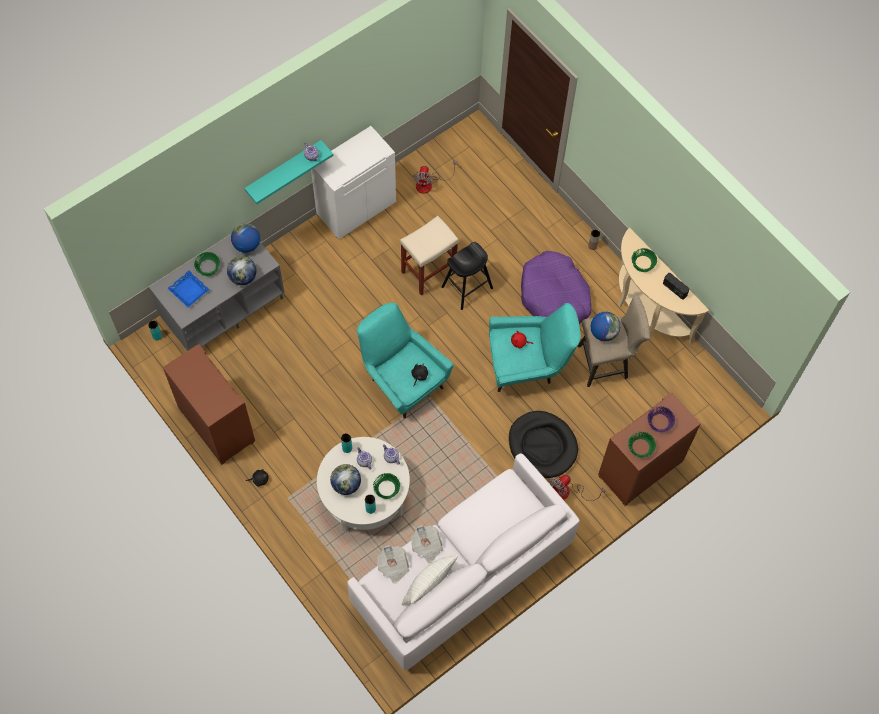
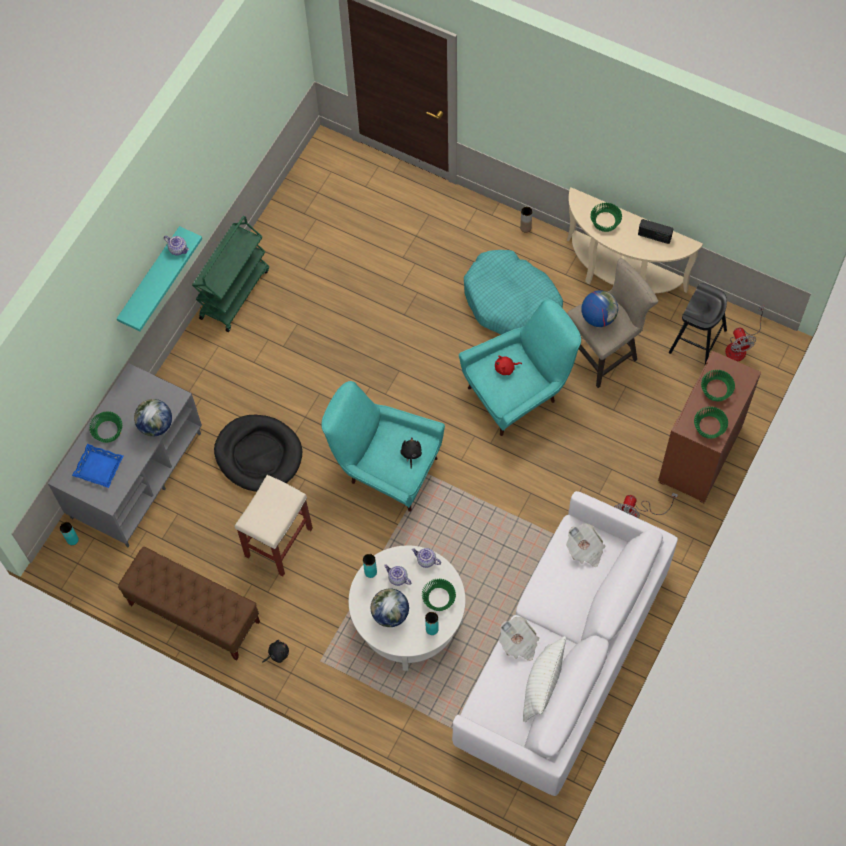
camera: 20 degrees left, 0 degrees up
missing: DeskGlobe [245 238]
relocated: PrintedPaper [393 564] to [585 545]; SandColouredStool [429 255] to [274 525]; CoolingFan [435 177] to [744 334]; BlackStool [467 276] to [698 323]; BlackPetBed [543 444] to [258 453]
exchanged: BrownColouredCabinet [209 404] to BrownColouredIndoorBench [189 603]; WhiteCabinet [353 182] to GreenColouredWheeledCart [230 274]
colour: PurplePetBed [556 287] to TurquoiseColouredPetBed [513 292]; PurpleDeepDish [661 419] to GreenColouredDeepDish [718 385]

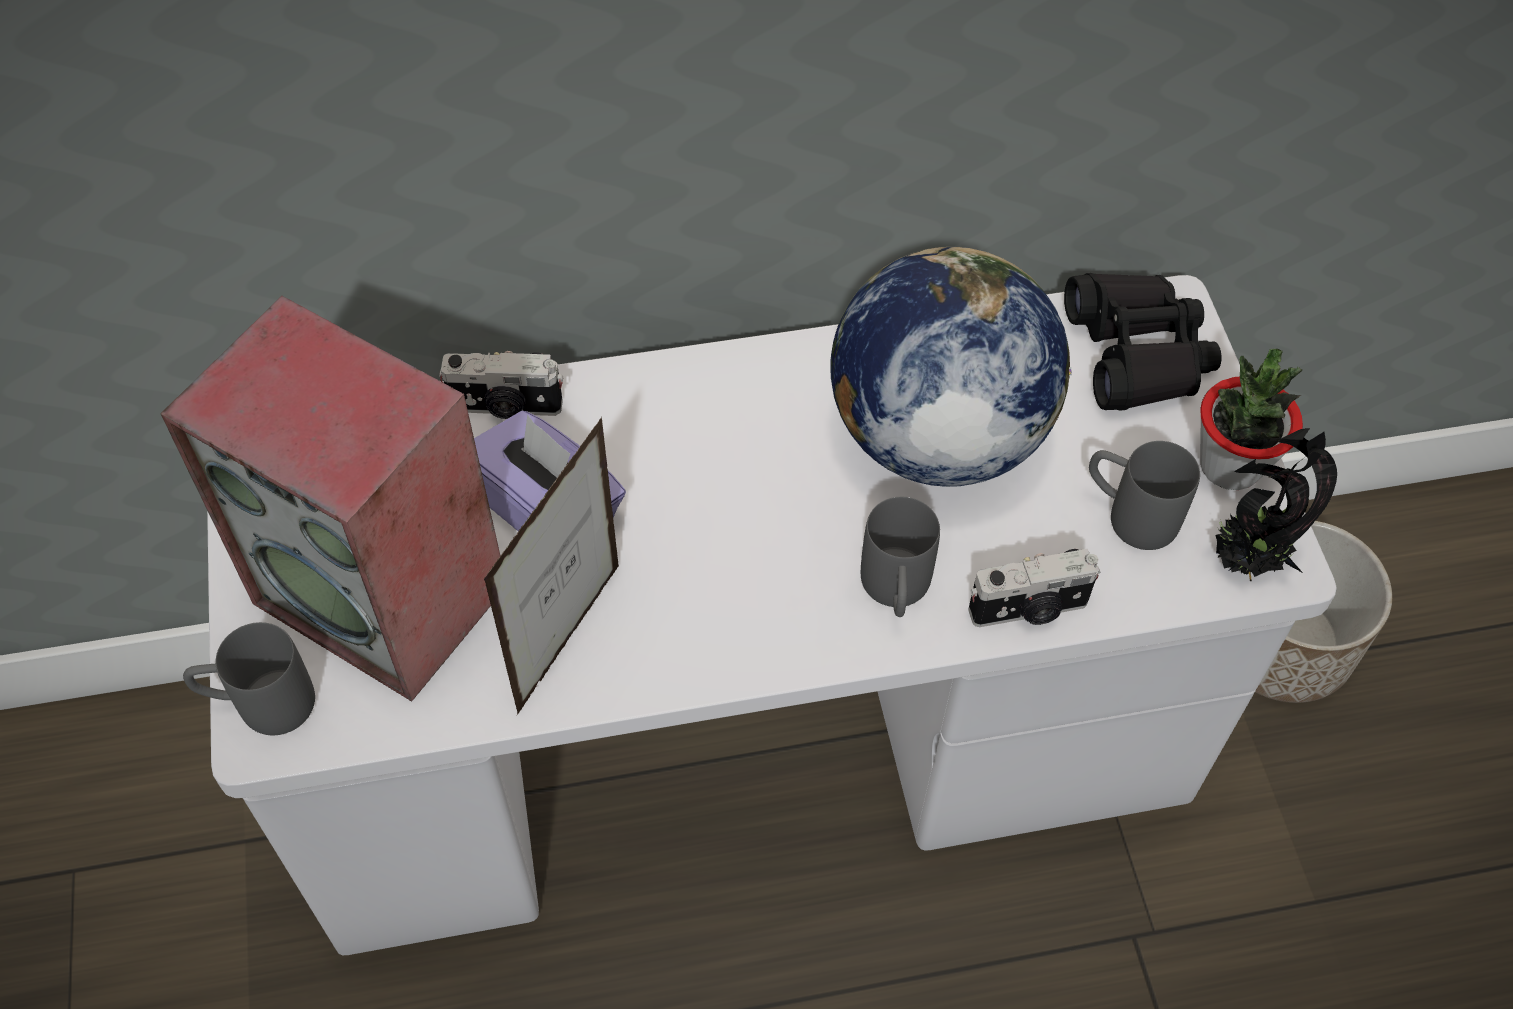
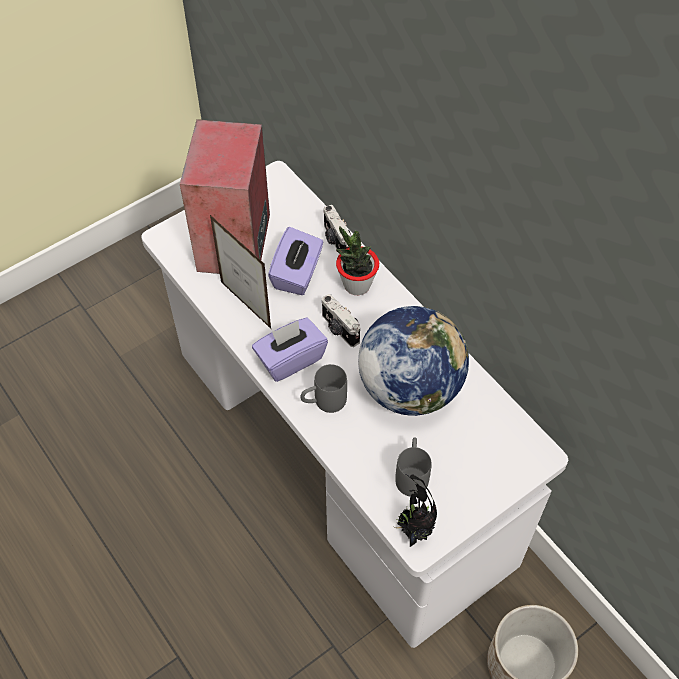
camera: 65 degrees right, 0 degrees up
missing: GreyTeaMug [249 678]; BlackPairOfBinoculars [1143 342]
appeared: PurpleBoxOfTissues [290 350]
relocated: StillCamera [1034 588] to [341 320]; PlantInAPot [1251 419] to [357 260]
spun: PictureFrame [551 566] = [241 272] 135 degrees counterclockwise

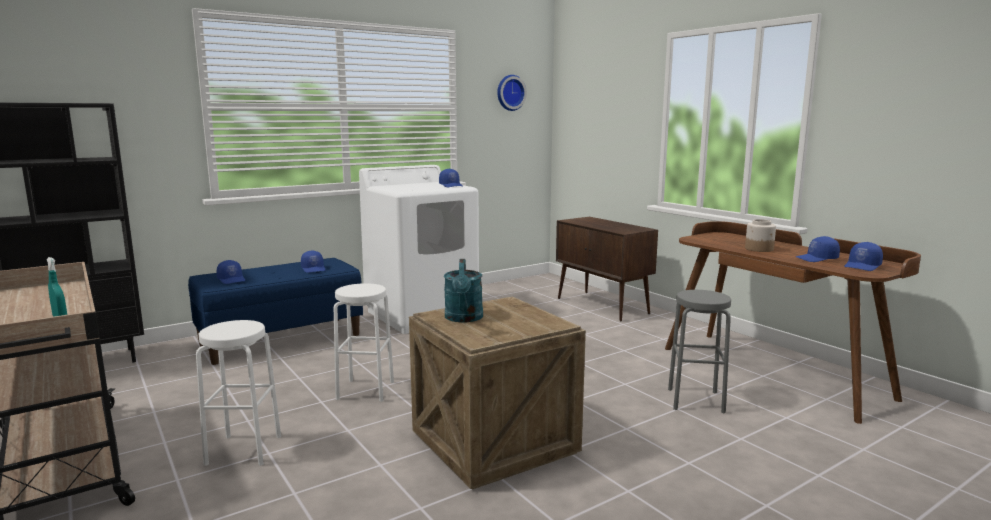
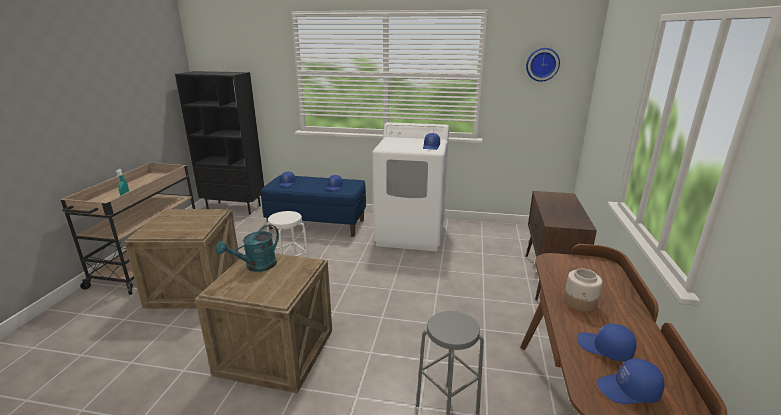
camera: 45 degrees right, 10 degrees up
exchanged: WhiteStool [238 393] to ShippingCrate [182 259]

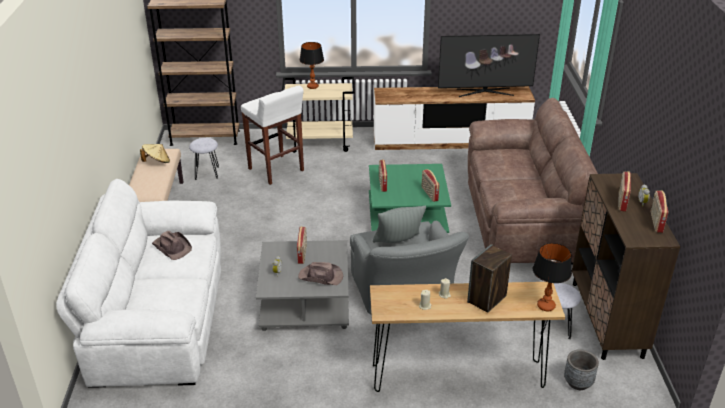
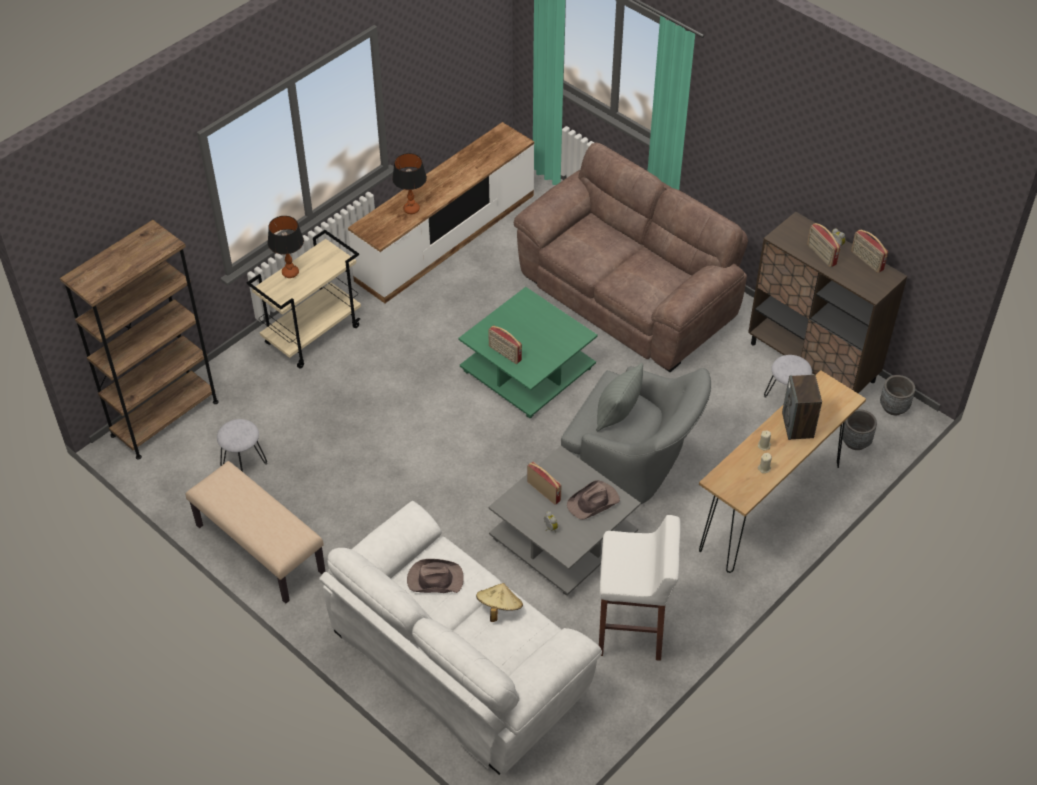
camera: 45 degrees left, 15 degrees up
missing: Radio [430 185]; TvSet [489 65]
appeared: GreyPlanter [897 395]
relocated: SandColouredHat [155 153] to [499 602]; WhiteStool [272 135] to [640 588]; TabletopLamp [552 277] to [409 183]

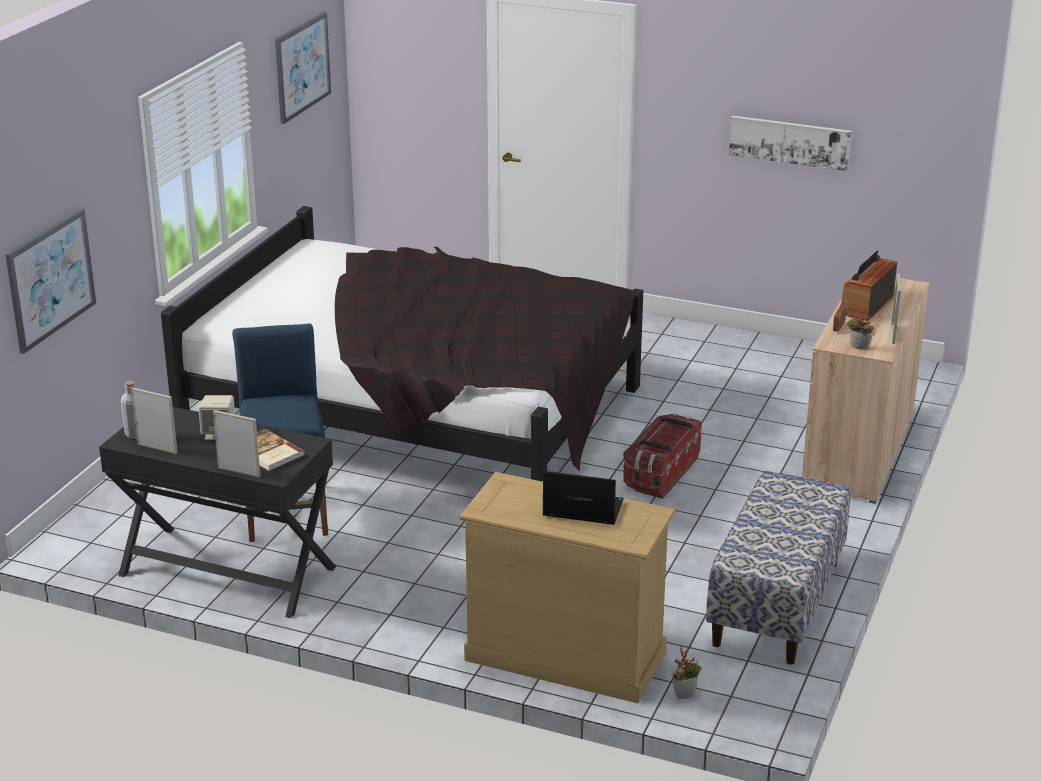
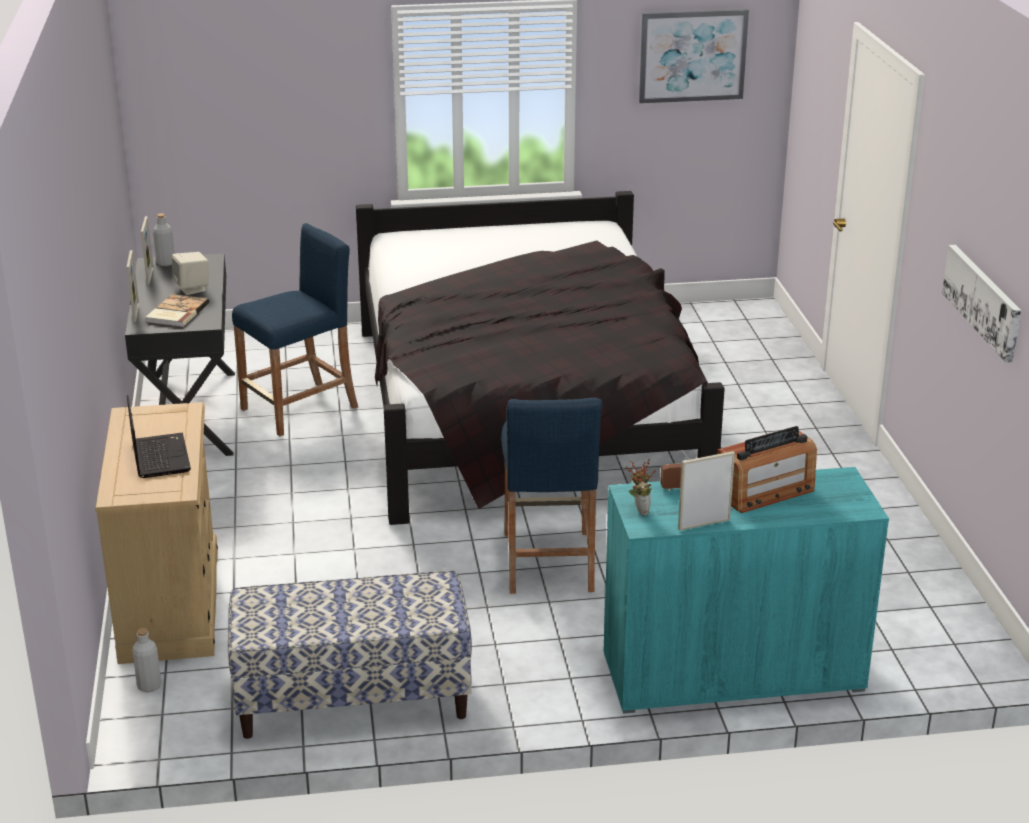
camera: 60 degrees right, 0 degrees up
missing: WallPicture [50 281]
exchanged: StorageBox [662 456] to BlueStool [551 496]; PlantInAPot [686 672] to GreyBottle [146 660]
colour: SandColouredCabinet [865 388] to TurquoiseColouredCabinet [746 590]
spun: Radio [869 285] = [767 469] 150 degrees clockwise

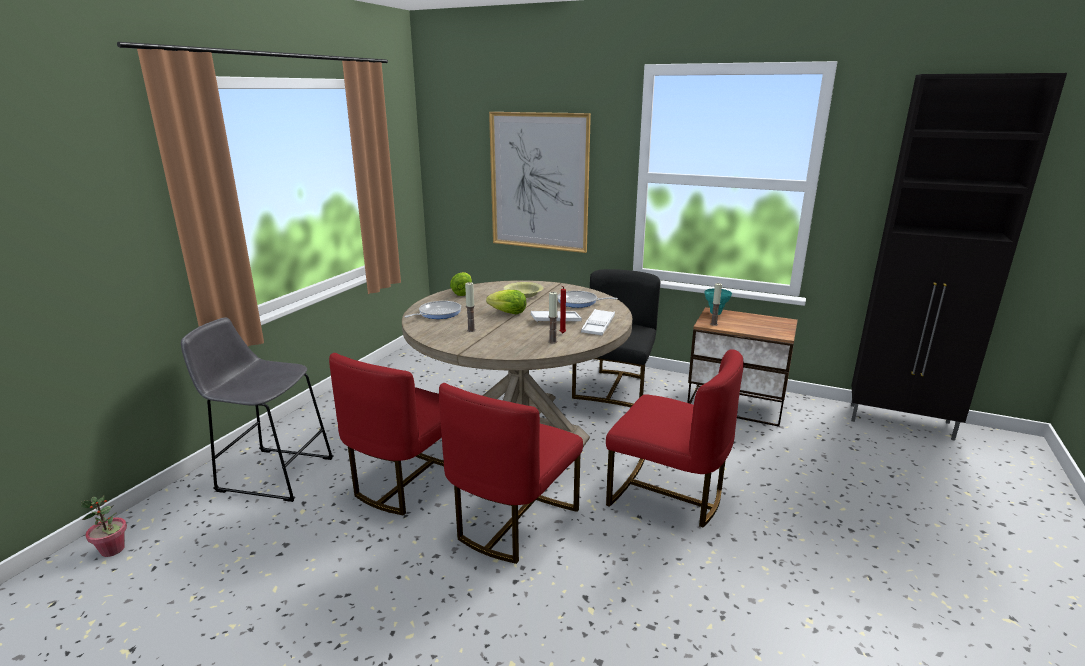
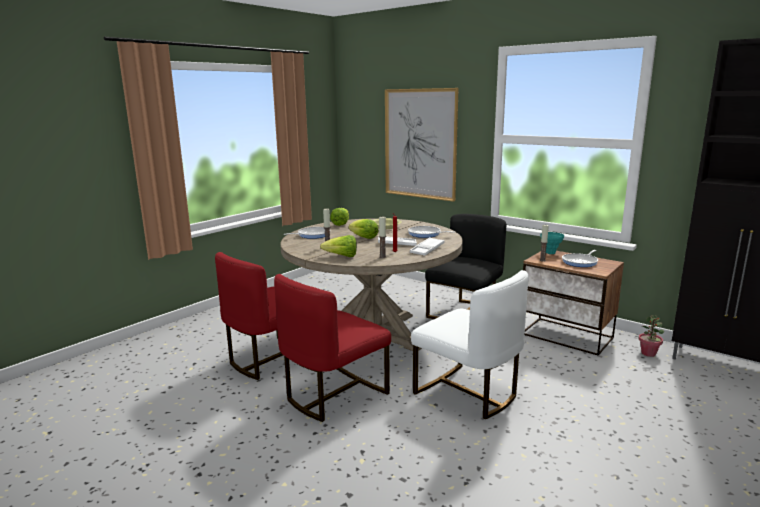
camera: 15 degrees right, 5 degrees down
missing: GreyStool [257 409]
appeared: HeadOfLettuce [338 246]; Pan [580 258]
relocated: PlantInAPot [104 526] to [651 336]
colour: RedColouredChair [674 438] to WhiteChair [470 344]

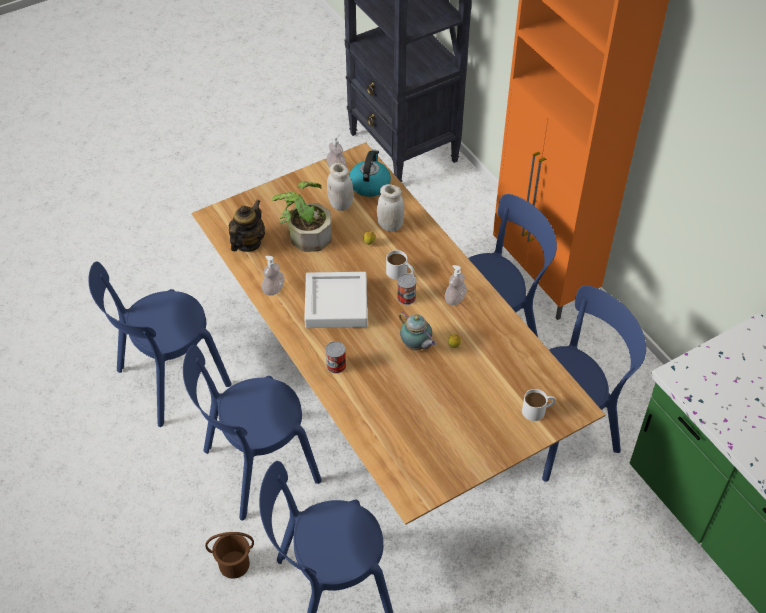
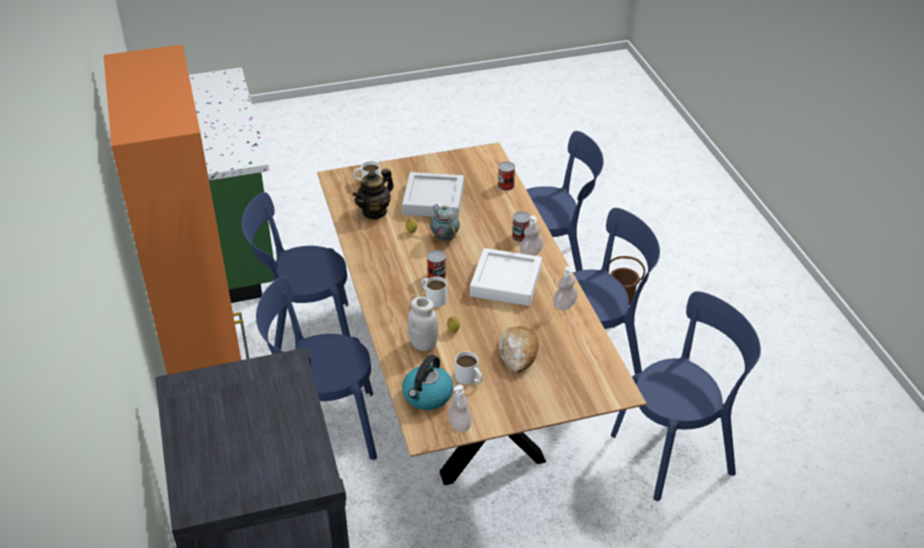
camera: 165 degrees left, 10 degrees down
appeared: GreyServingTray [433 195]; Can [506 176]
relocated: Teapot [247 226] to [373 194]; LiquidSoapBottle [456 285] to [531 235]
exchanged: PlantInAPot [302 216] to Bread [519 350]; WhiteStorageJar [340 187] to WhiteTeaMug [468 367]

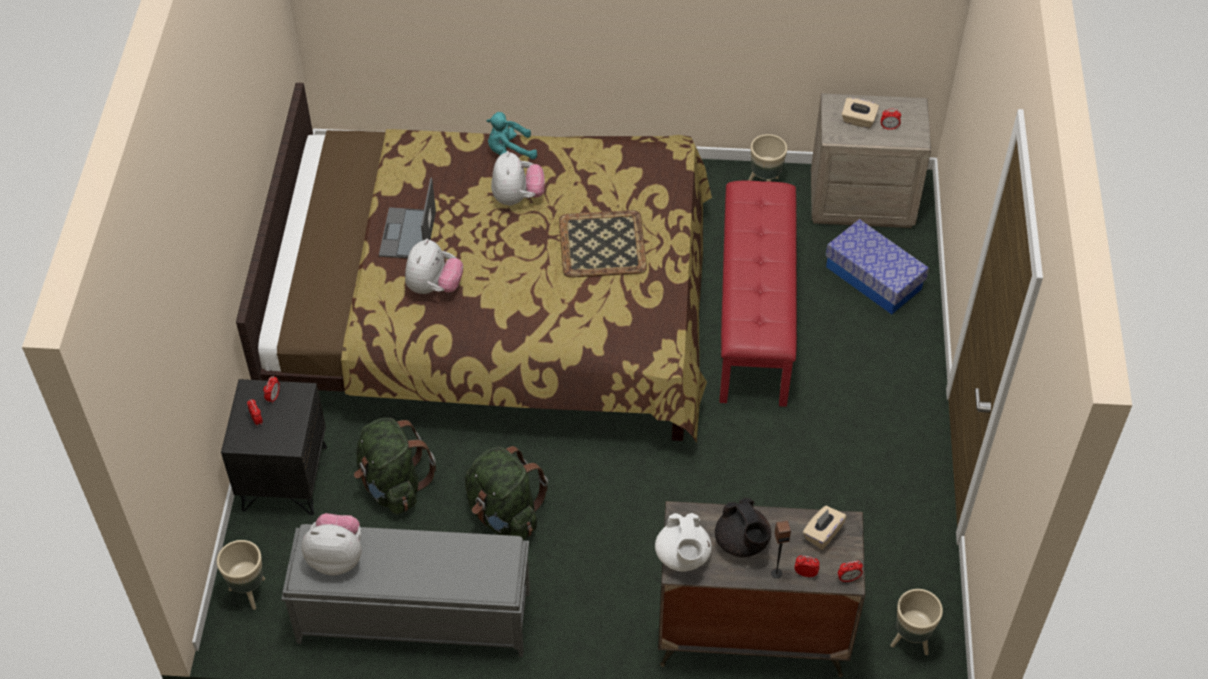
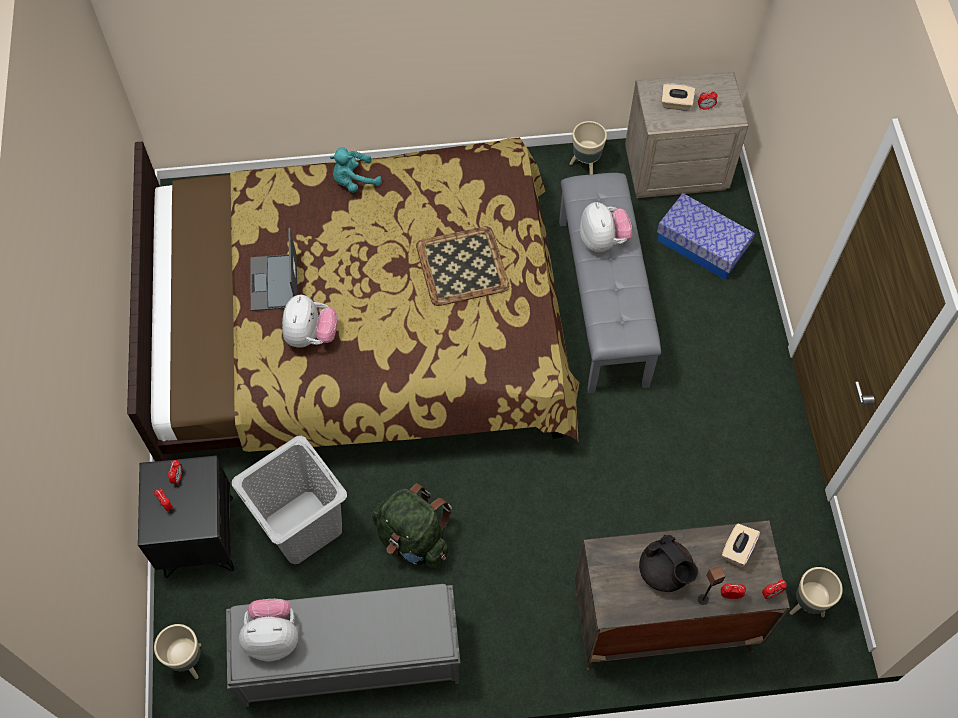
camera: 10 degrees left, 10 degrees up
missing: WhiteTeapot [683 542]
relocated: SoftToy [518 178] to [606 227]
exchanged: GreenColouredBackpack [395 466] to GreyLaundryBasket [289 500]
colour: RedColouredIndoorBench [758 294] to GreyIndoorBench [610 283]

